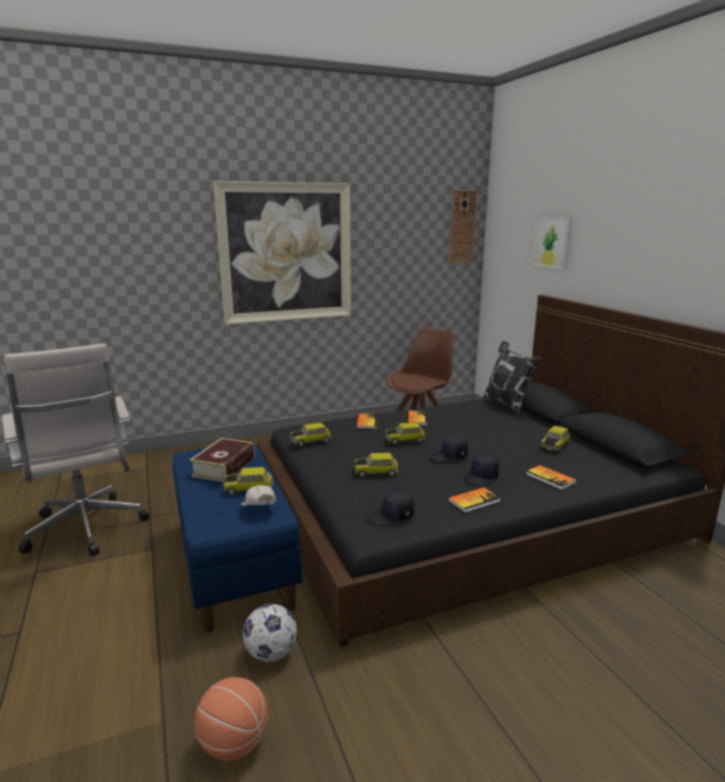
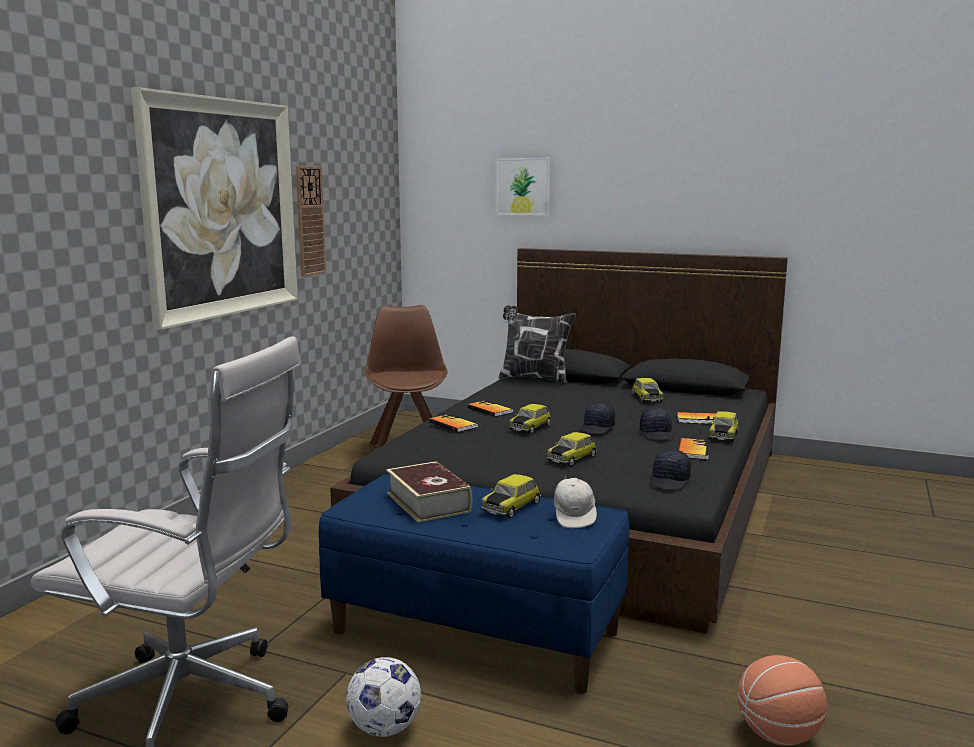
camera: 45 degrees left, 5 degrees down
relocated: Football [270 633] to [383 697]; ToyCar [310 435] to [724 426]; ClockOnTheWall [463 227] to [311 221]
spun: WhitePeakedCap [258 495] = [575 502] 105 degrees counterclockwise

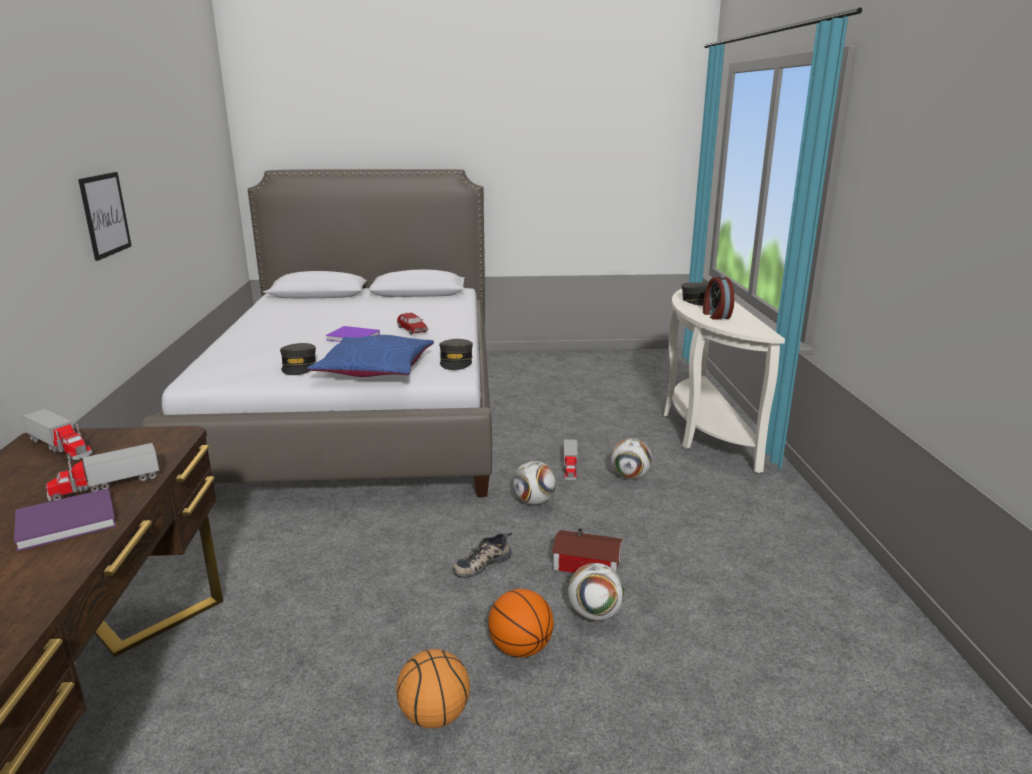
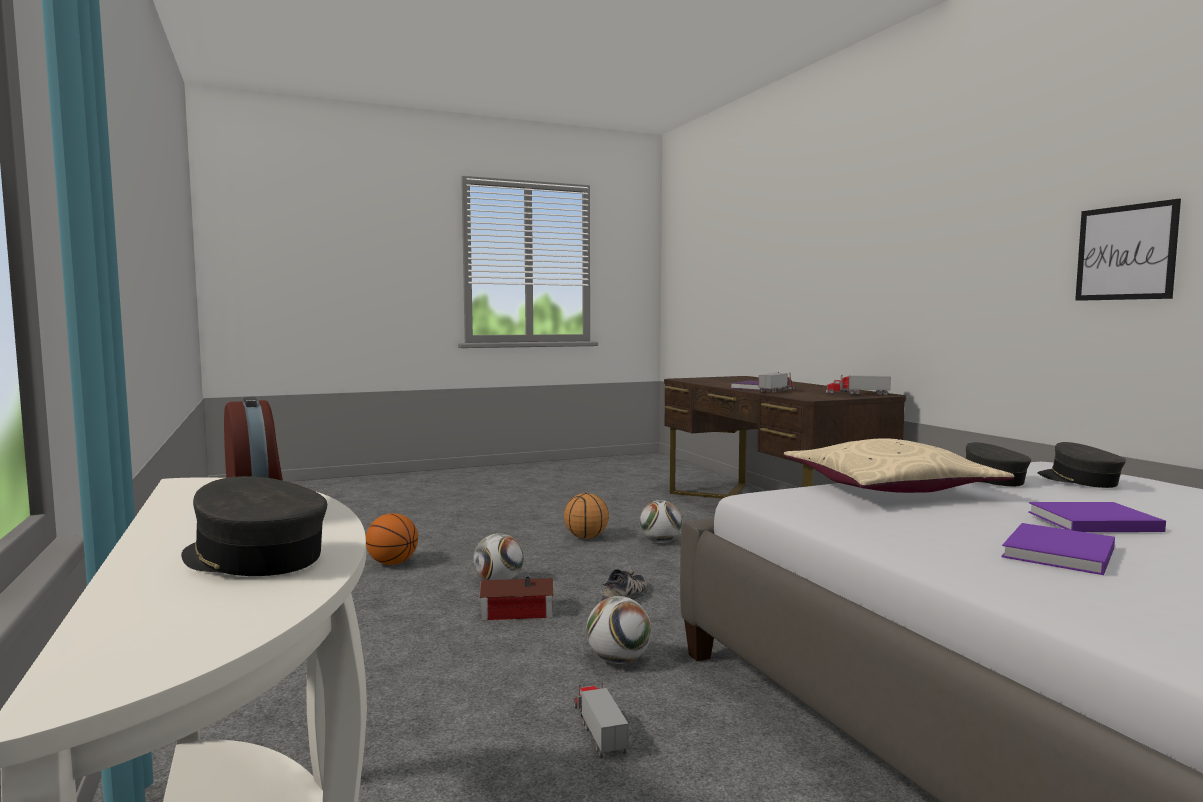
camera: 160 degrees right, 15 degrees down
relocated: GreyPeakedCap [456 354] to [1082 465]; Basketball [521 623] to [392 539]; Football [631 458] to [660 521]
exchanged: ToyCar [413 324] to PurpleBoundBook [1058 549]
colour: BluePillow [370 356] to SandColouredPillow [899 465]

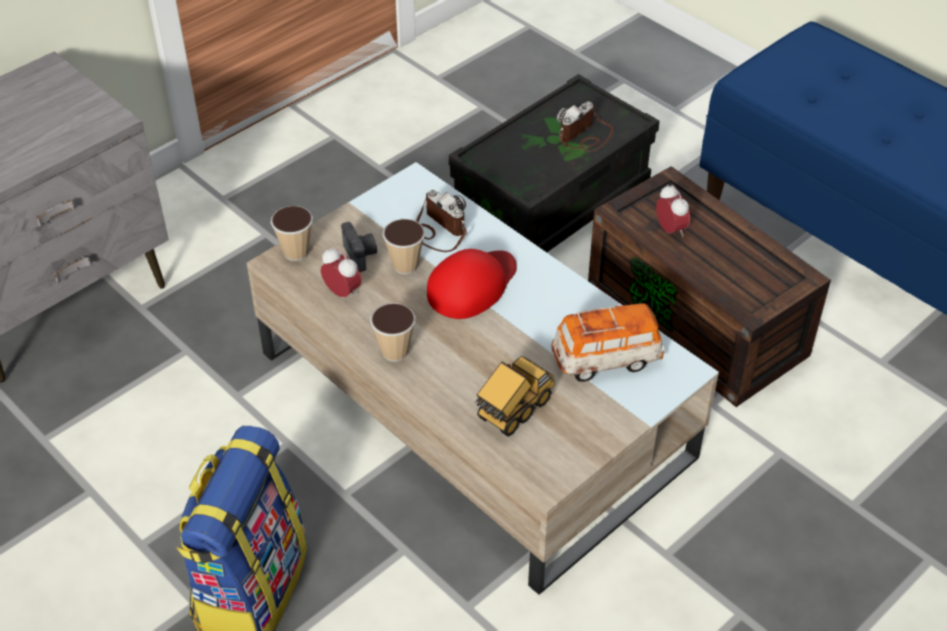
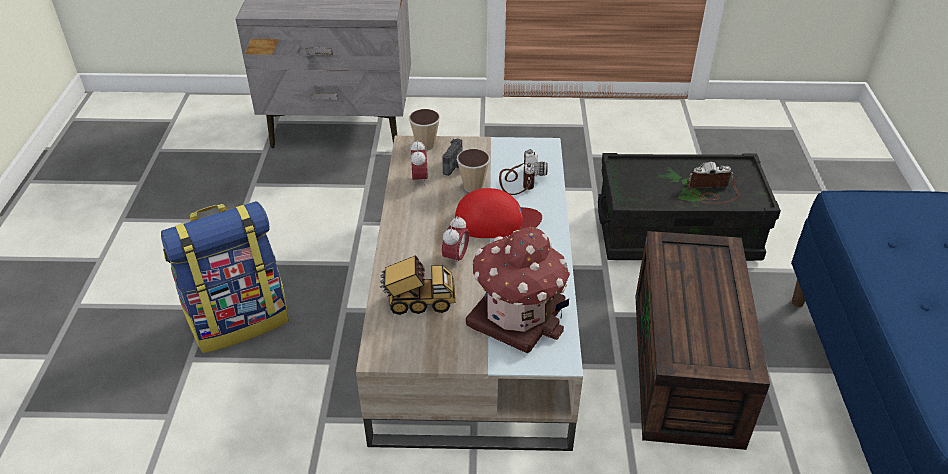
camera: 45 degrees right, 5 degrees down
missing: SmallCup [393 332]
relocated: TableClock [673 210] to [455 241]
exchanged: ToyCar [608 343] to ModelHouse [518 290]

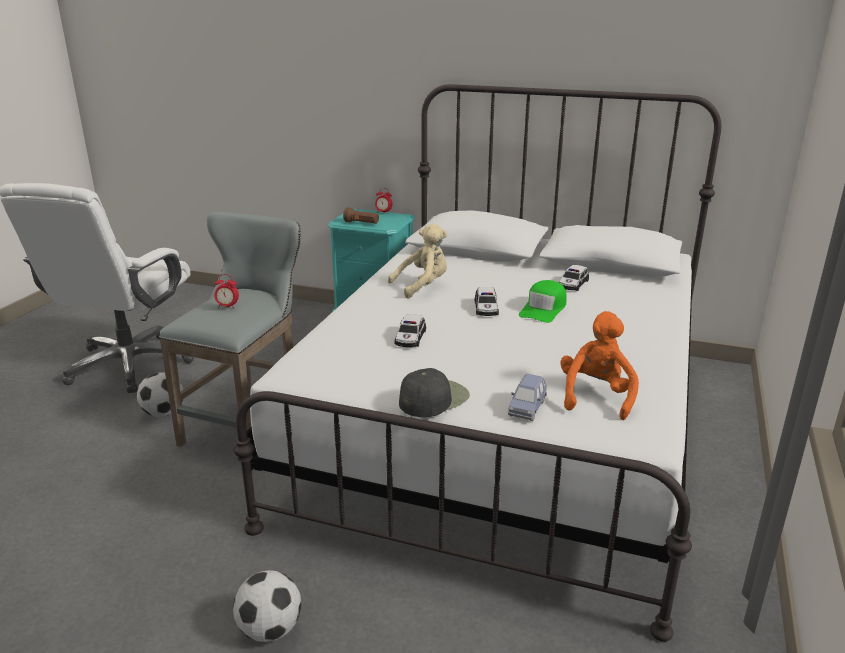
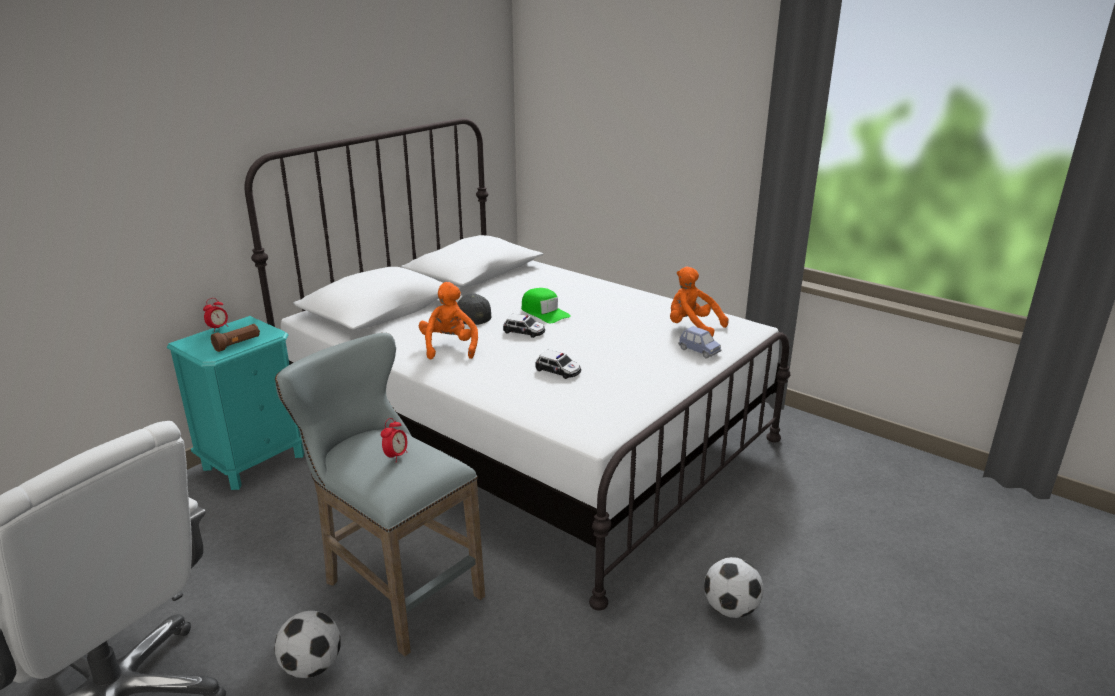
camera: 70 degrees left, 0 degrees up
missing: ToyCar [574 278]
relocated: BlackPeakedCap [434 392] to [474 309]
colour: SandColouredSoftToy [418 261] to OrangeColouredSoftToy [448 321]

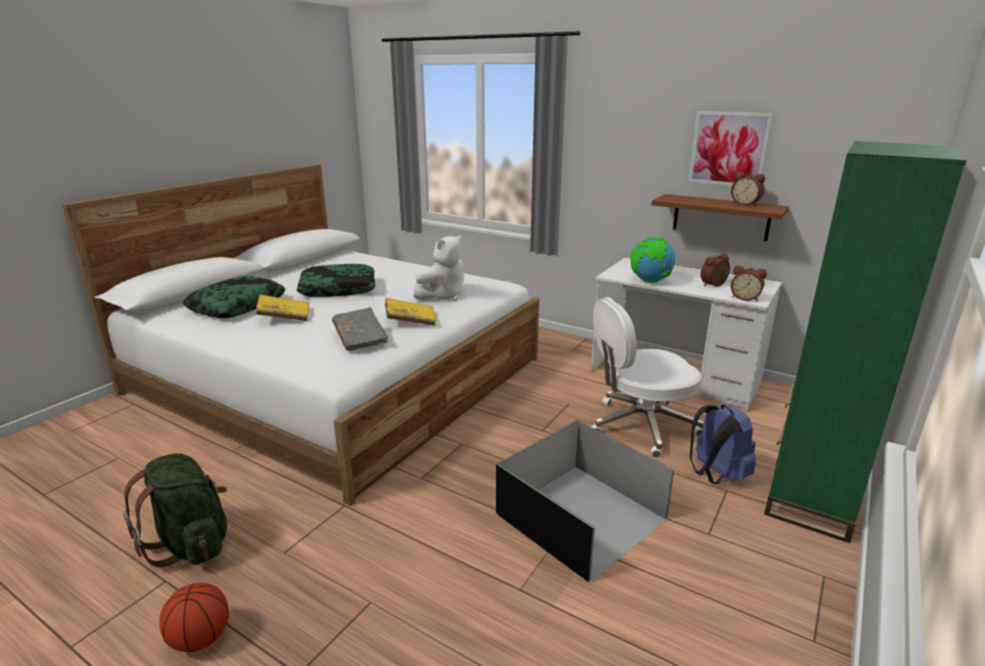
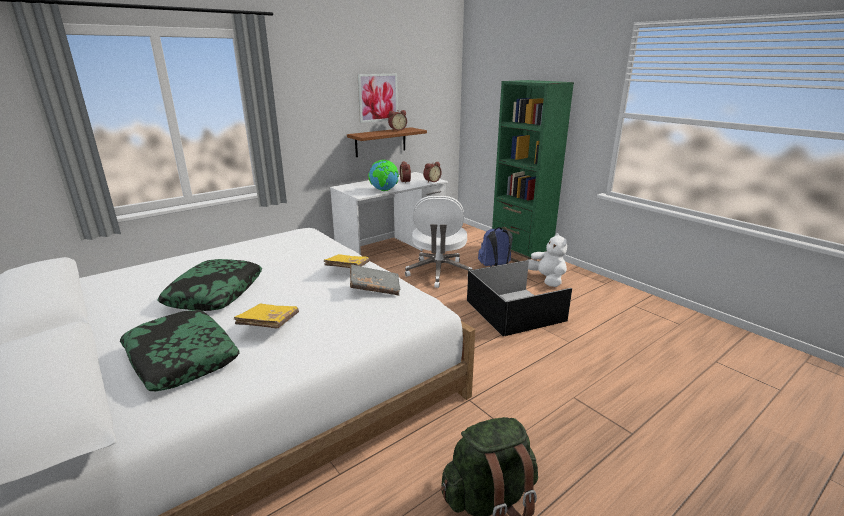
camera: 70 degrees left, 0 degrees up
missing: Basketball [194 617]
relocated: WhiteSoftToy [439 268] to [547 260]

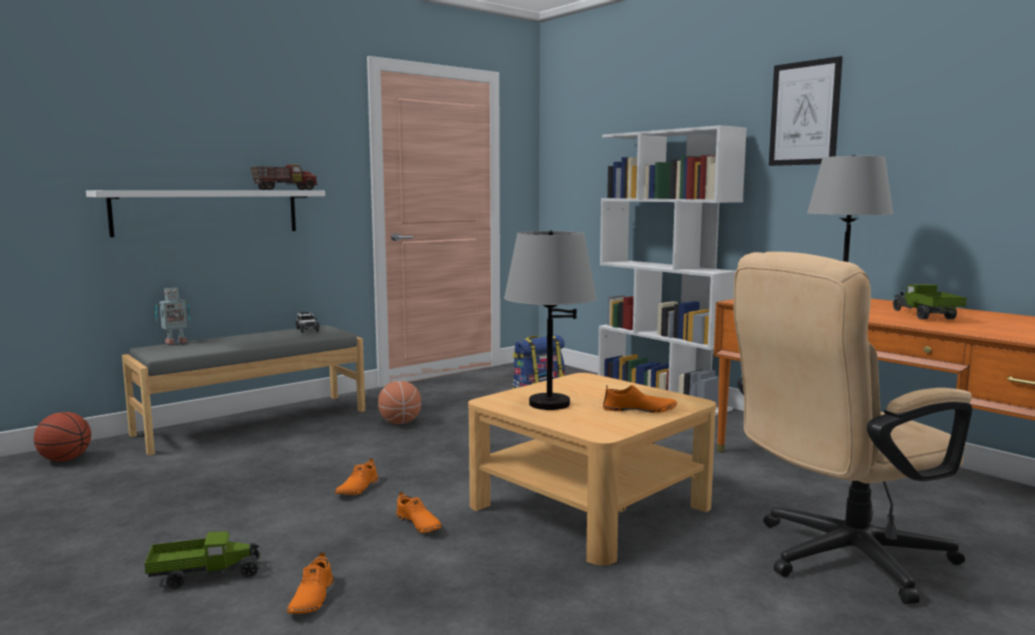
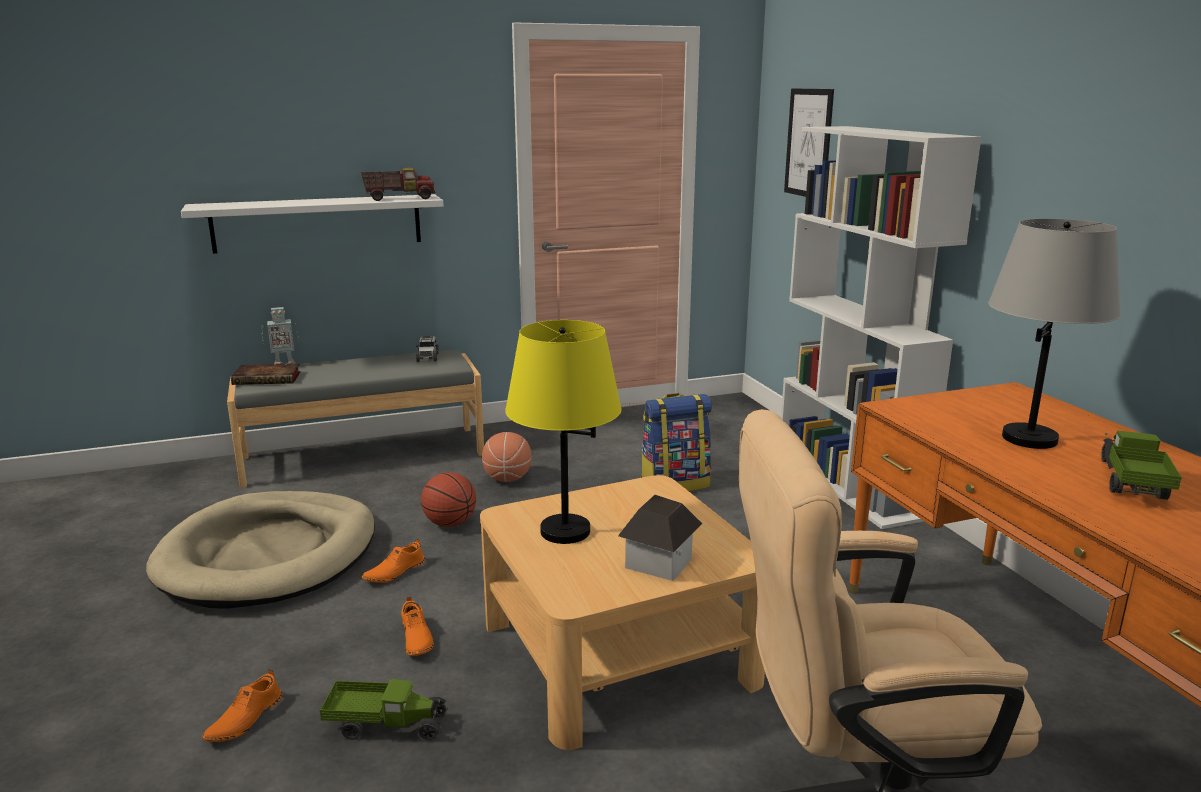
camera: 20 degrees right, 10 degrees up
appeared: SandColouredPetBed [260 550]; BoundBook [266 374]
relocated: Basketball [62 437] to [448 499]; ToyLorry [202 560] to [384 710]; WallPicture [806 111] to [809 143]
exchanged: OrangeColouredShoe [640 399] to ModelHouse [660 538]
colour: GreyTabletopLamp [550 320] to YellowishTabletopLamp [563 432]

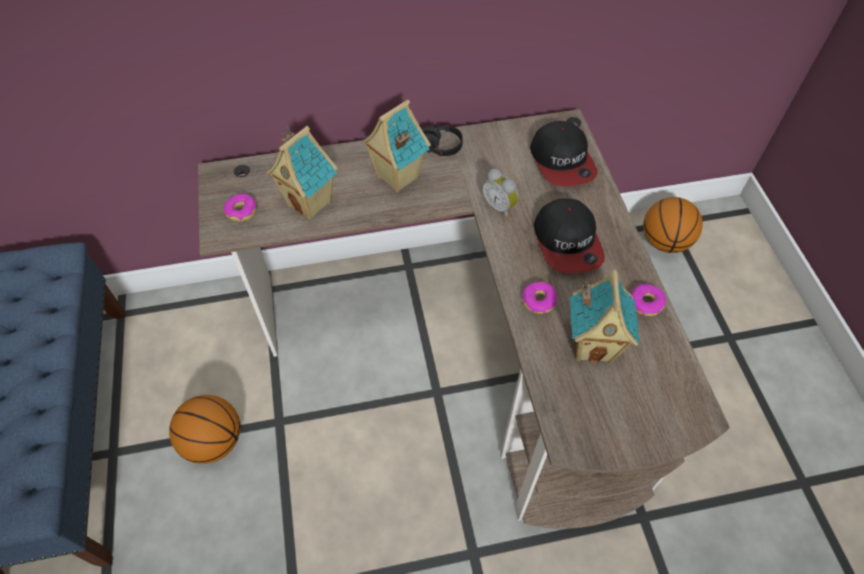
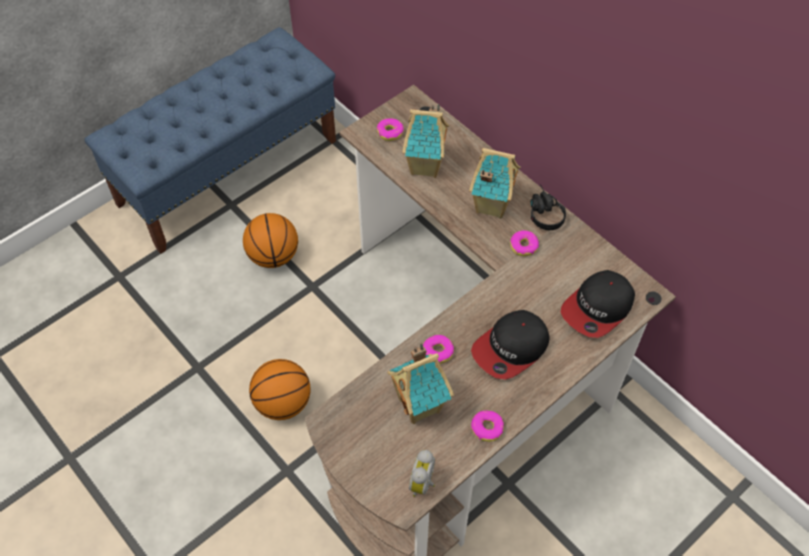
camera: 60 degrees right, 0 degrees up
appeared: Doughnut [524 243]
relocated: TableClock [500 193] to [422 473]; Basketball [673 225] to [280 389]

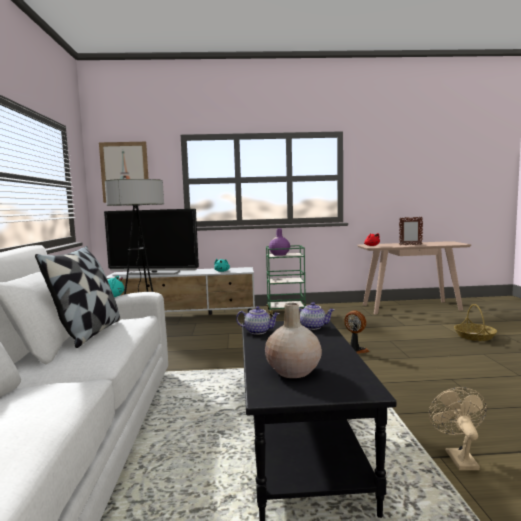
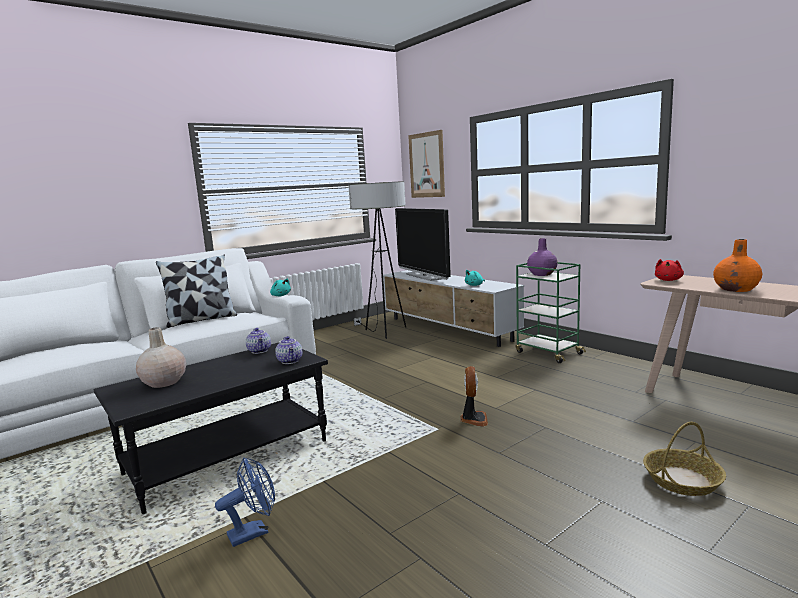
camera: 55 degrees right, 5 degrees up
exchanged: PictureFrame [411 231] to OrangeColouredDecorativeVase [737 265]
colour: SandColouredCoolingFan [458 428] to BlueCoolingFan [245 502]

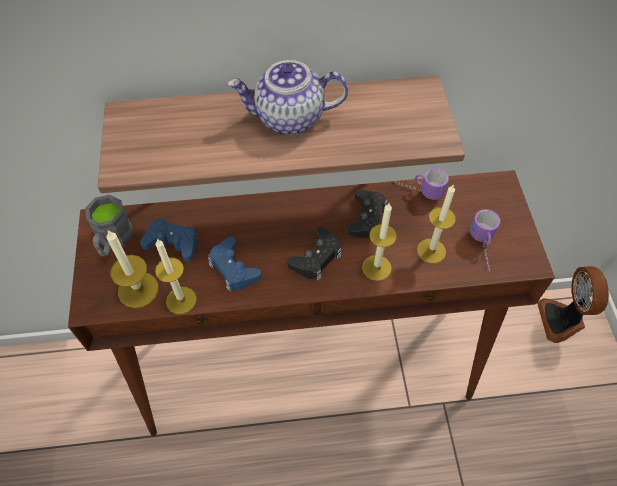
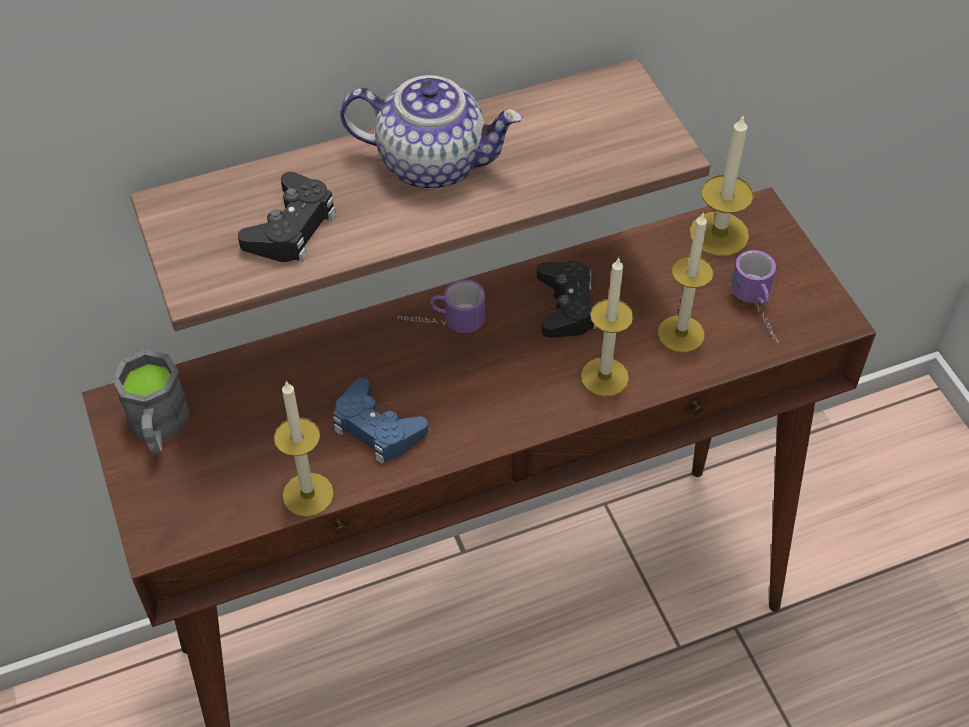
camera: 15 degrees left, 5 degrees down
missing: BlueJoypad [169 240]; CoolingFan [573 304]
relocated: WaxCandle [132 269] to [721 185]; BlackJoypad [314 253] to [287 217]; TeaMug [421 184] to [441 306]
spun: Teapot [287 97] = [431 132] 150 degrees counterclockwise

